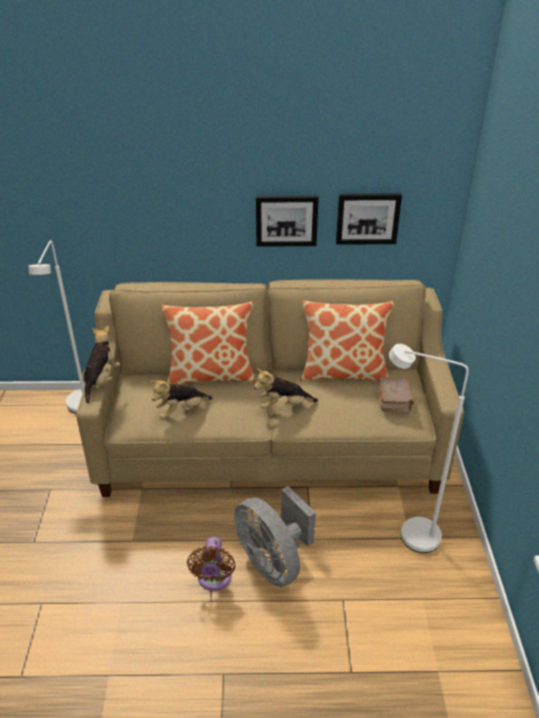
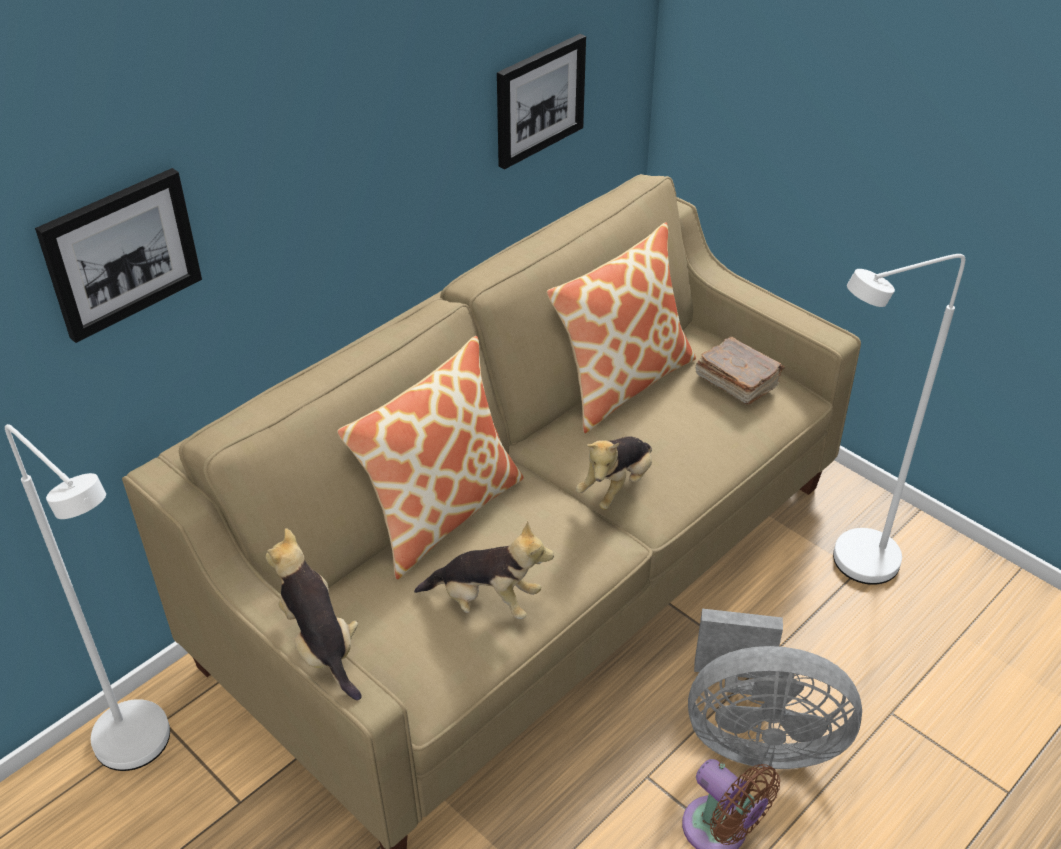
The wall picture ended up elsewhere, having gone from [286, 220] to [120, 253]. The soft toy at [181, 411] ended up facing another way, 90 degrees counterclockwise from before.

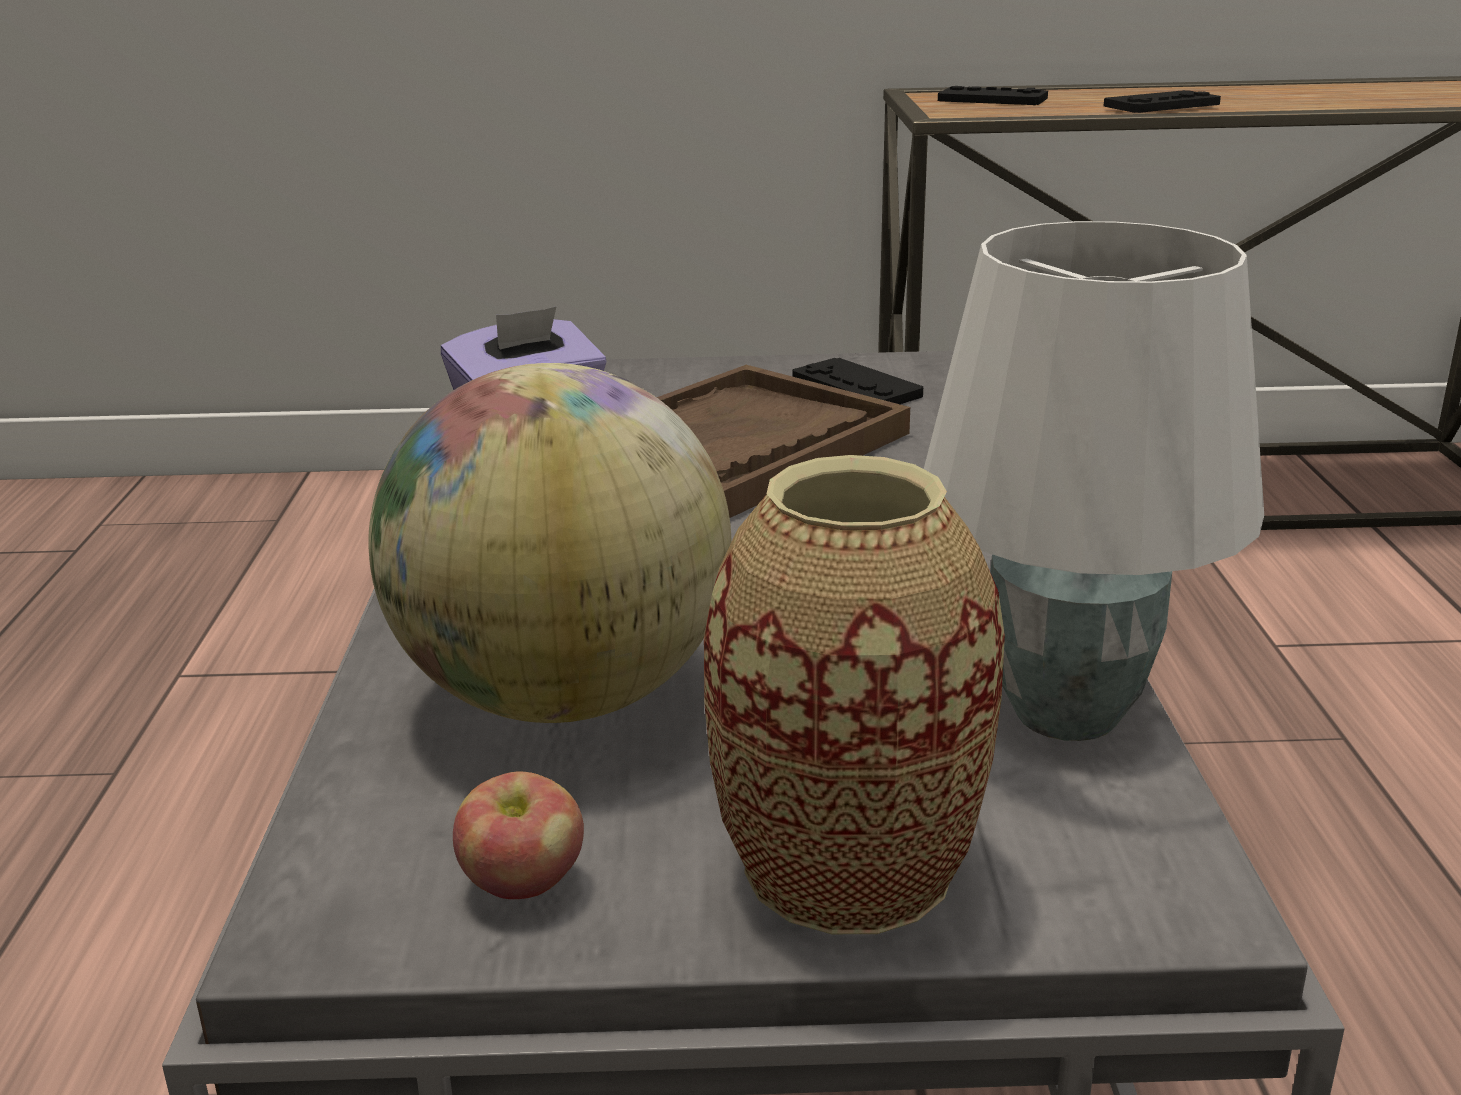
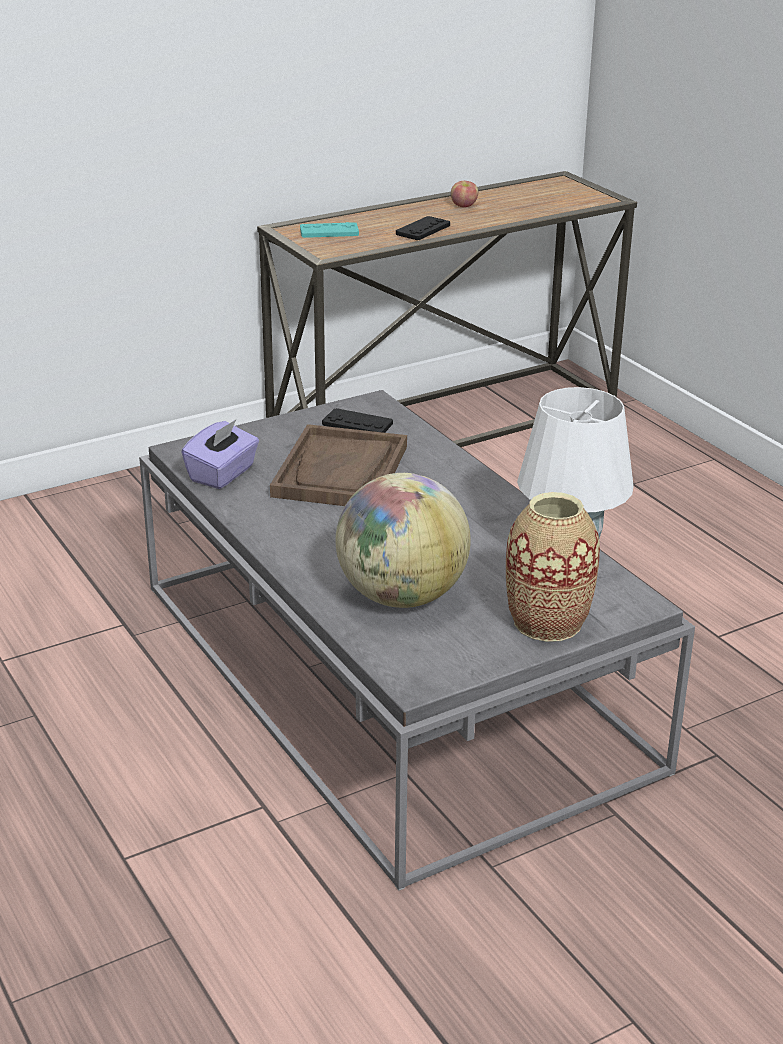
What was the blackish joypad at [992, 99] turned into the blue-green joypad at [329, 232]. The apple fruit ended up elsewhere, having gone from [523, 883] to [464, 206].

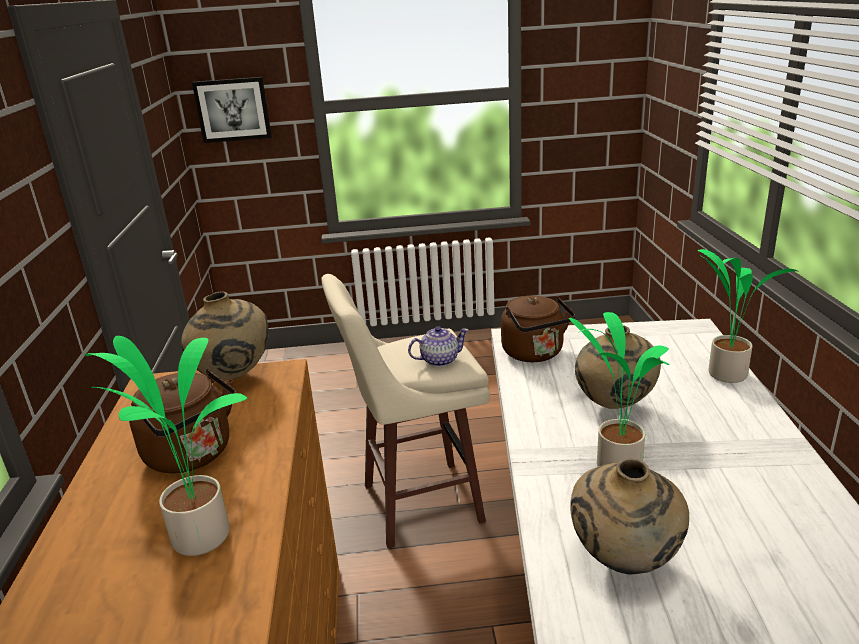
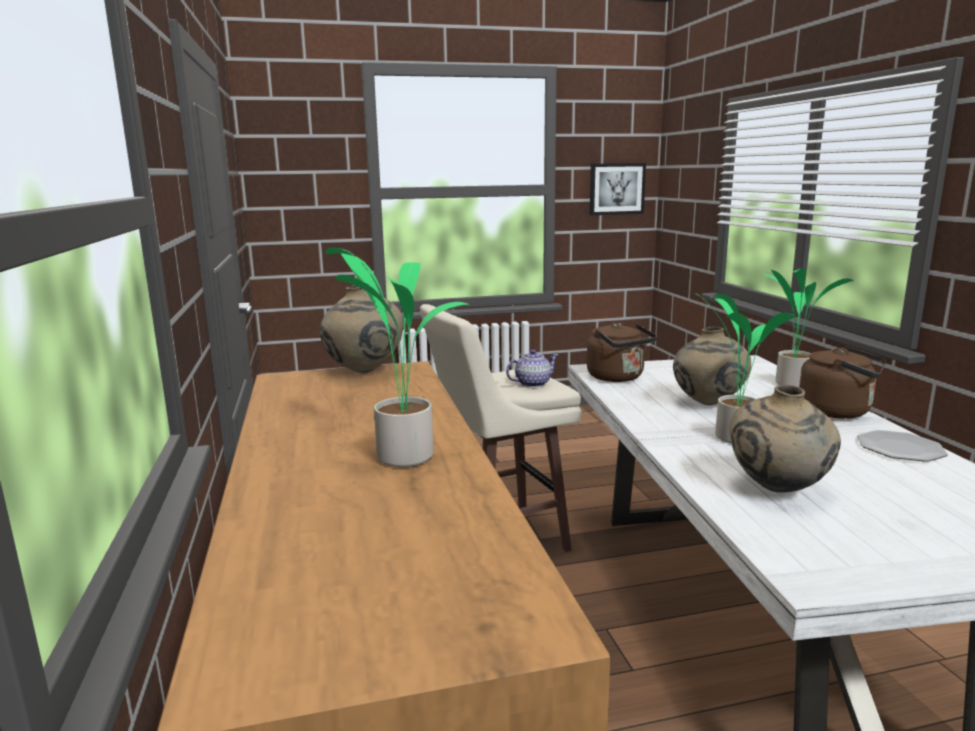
The wall picture ended up elsewhere, having gone from [233, 109] to [616, 189]. The brown-coloured water kettle ended up elsewhere, having gone from [193, 455] to [839, 411]. The second view gained the flat dish at [900, 448].

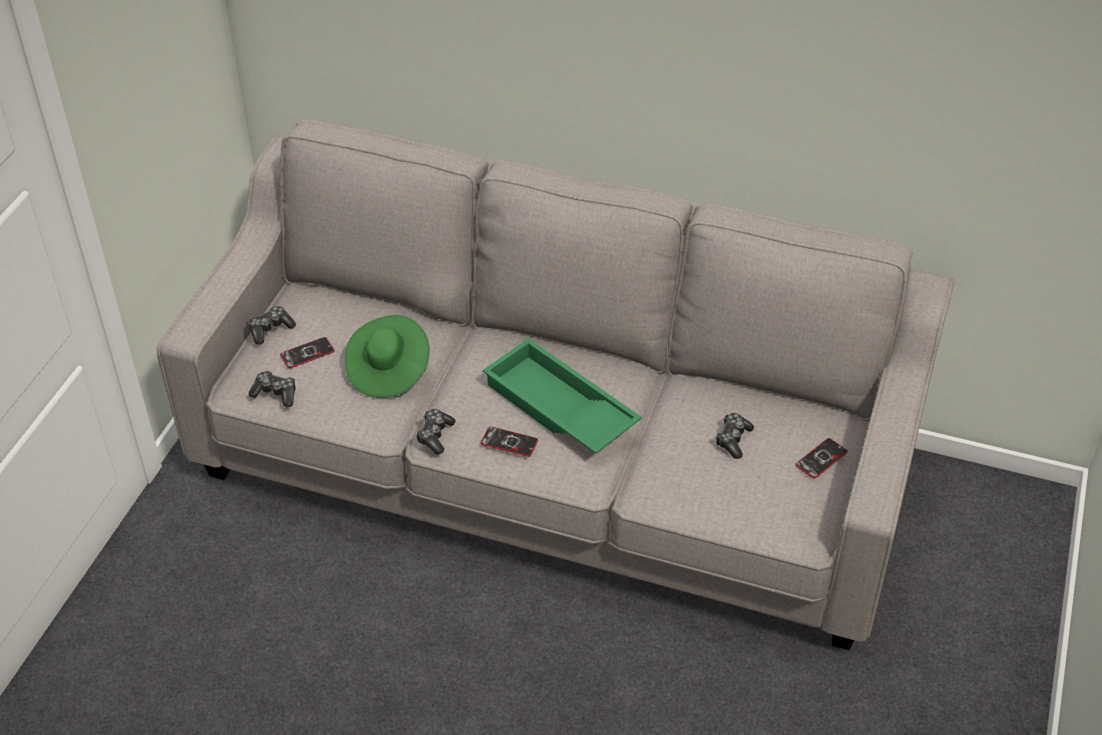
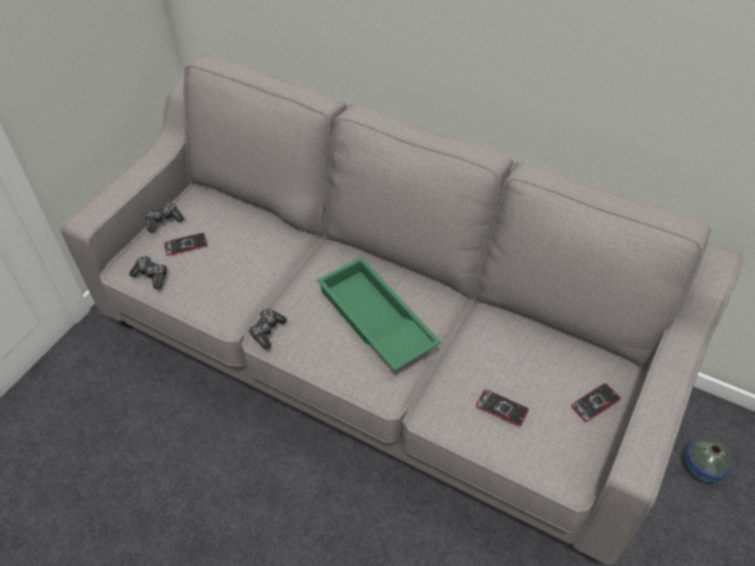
The second view lost the green-coloured clothing hat at [388, 371]. The second view lost the joypad at [733, 440]. The handset ended up elsewhere, having gone from [509, 442] to [502, 408]. The second view gained the decorative vase at [702, 467].

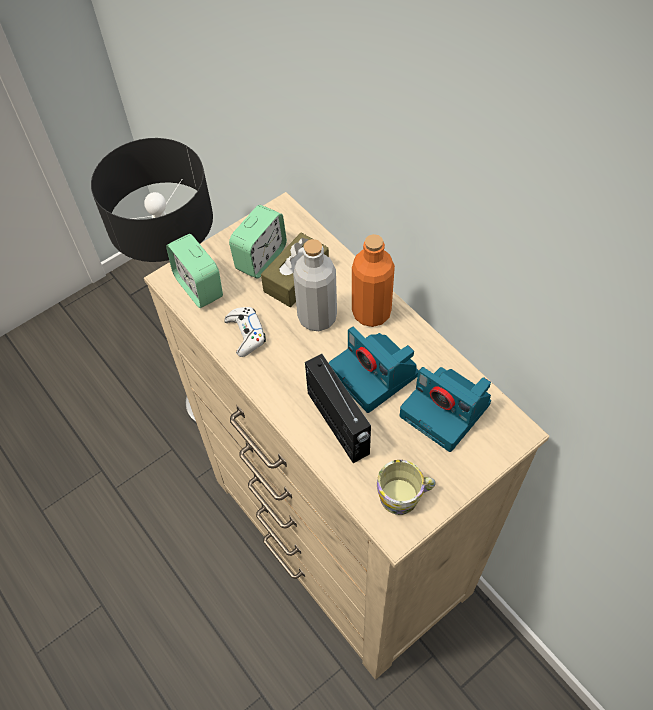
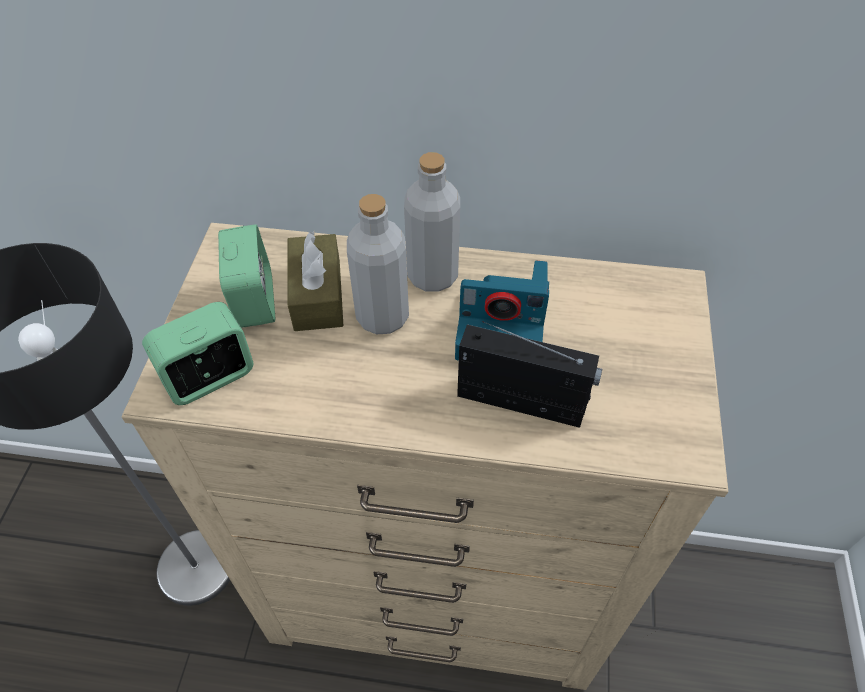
The table clock at [199, 287] ended up facing another way, 135 degrees clockwise from before. What was the orange-coloured drink bottle at [371, 312] turned into the greyish drink bottle at [432, 275]. The second view lost the white-coloured joypad at [246, 334]. The second view lost the photo camera at [447, 411]. The second view lost the coffee mug at [405, 496].

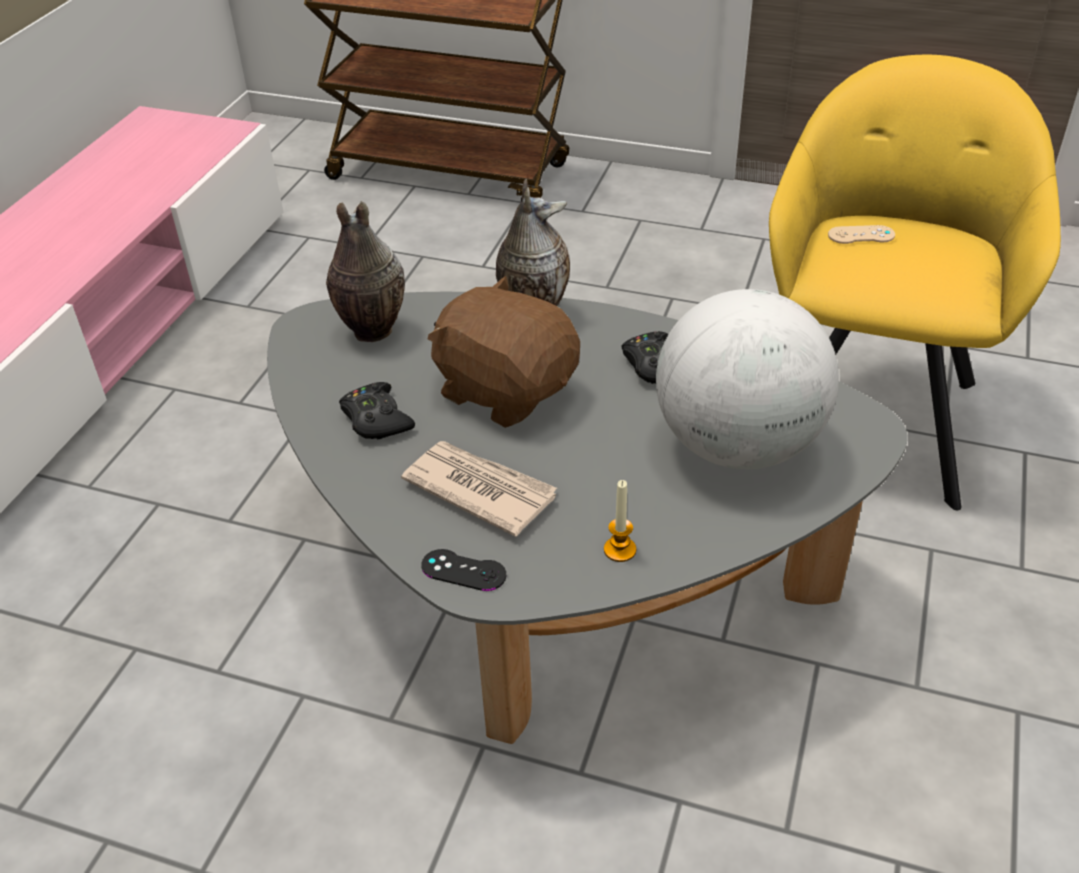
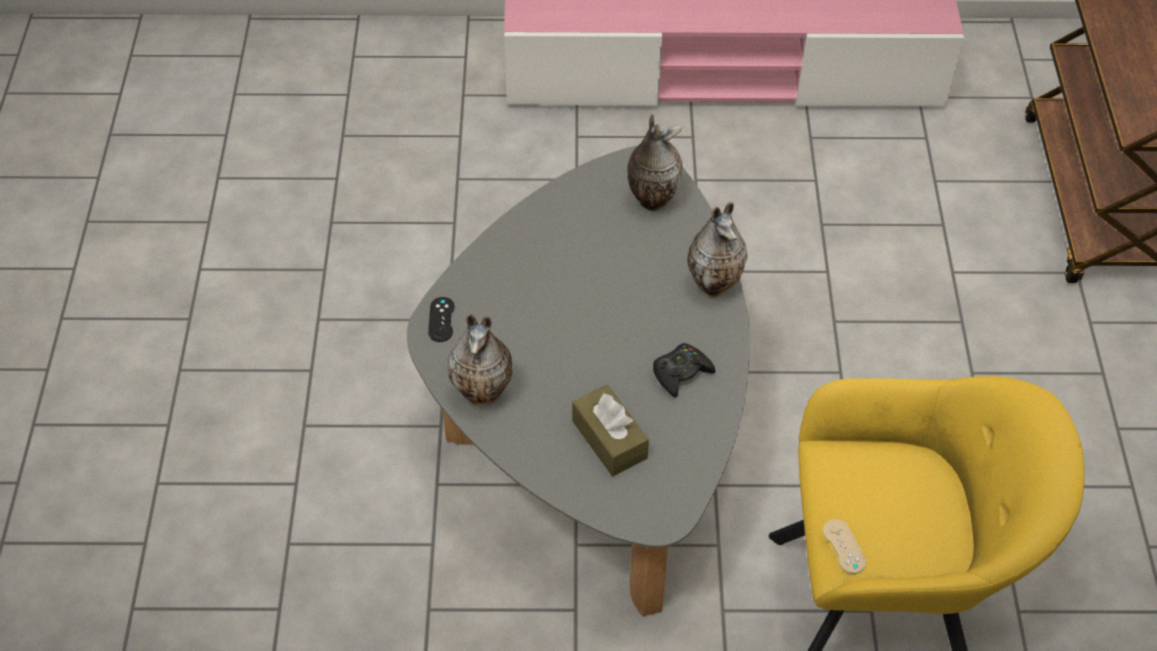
The beige joypad ended up elsewhere, having gone from [861, 235] to [844, 546]. The second view lost the brown-coloured soft toy at [506, 390]. Where the desk globe stood at [737, 446], the brown-coloured tissue holder came to stand at [609, 439]. The second view lost the blackish joypad at [376, 419]. The second view lost the daily paper at [479, 489]. Where the wax candle stood at [620, 550], the decorative vase came to stand at [484, 393].

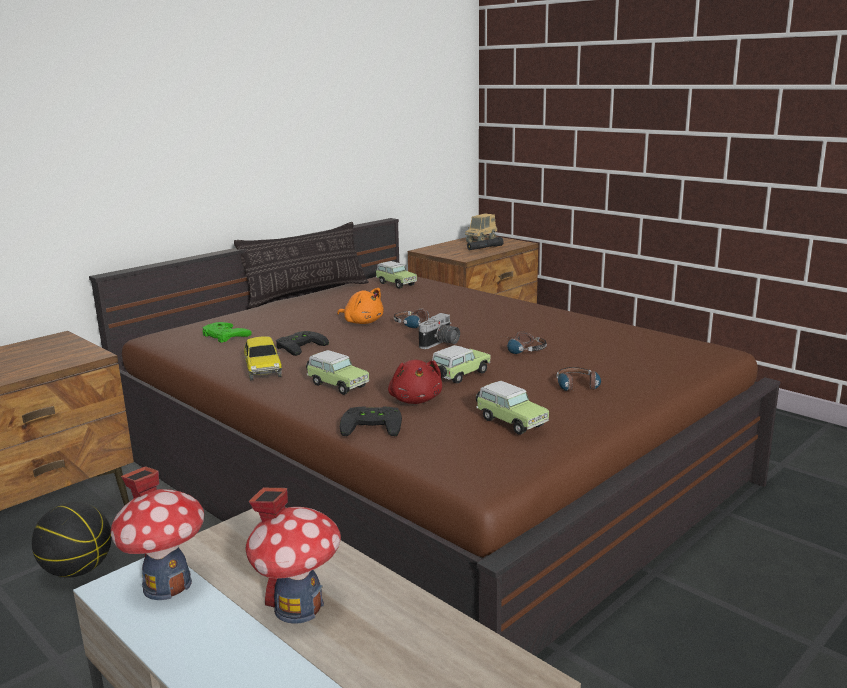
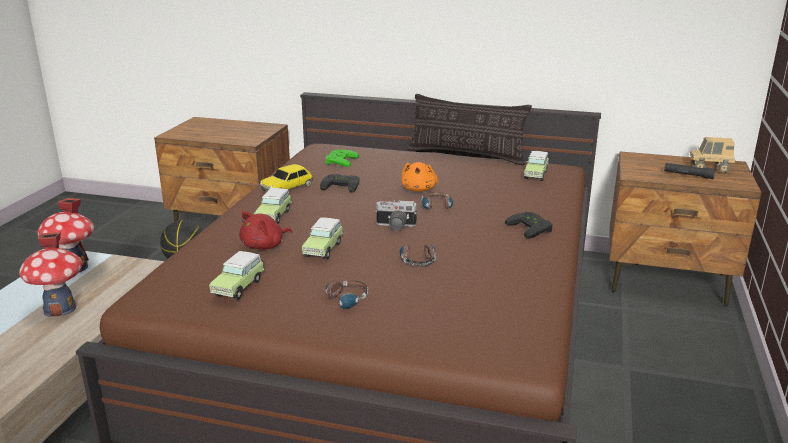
The model car at [459, 376] ended up facing another way, 90 degrees clockwise from before. The blackish joypad ended up elsewhere, having gone from [373, 425] to [532, 228].

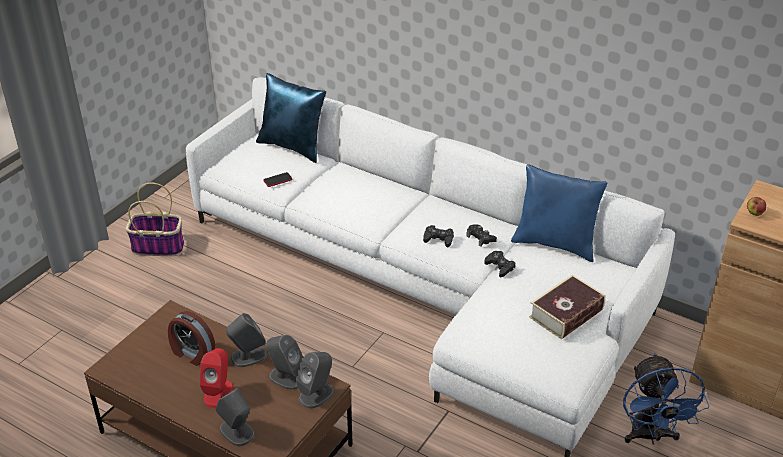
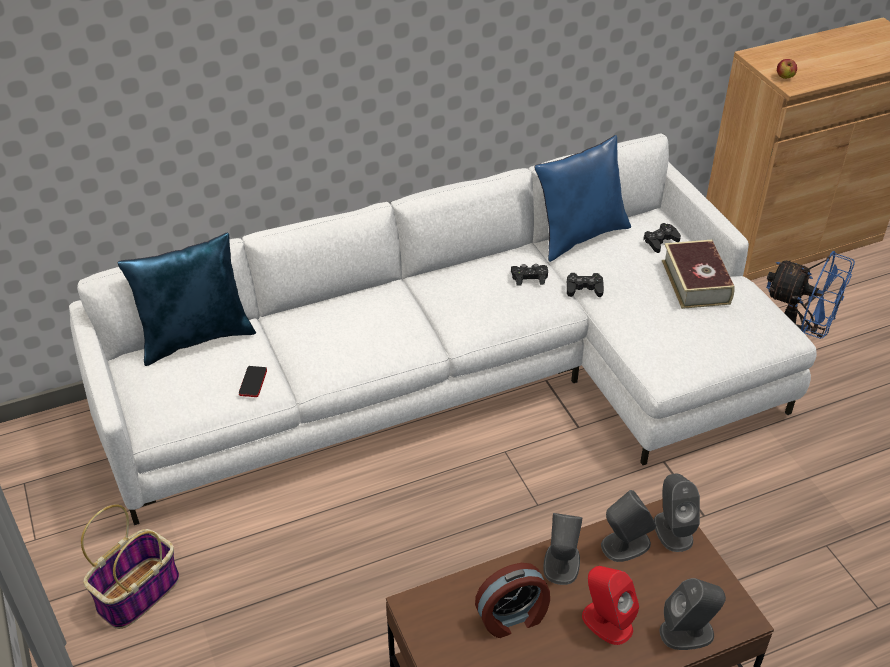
The blackish joypad ended up elsewhere, having gone from [438, 239] to [660, 241].

